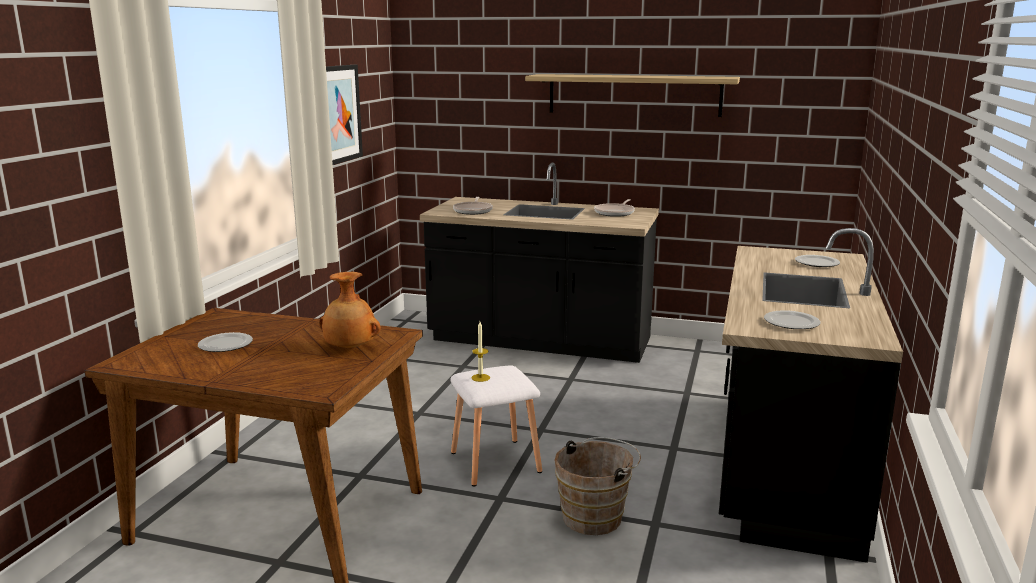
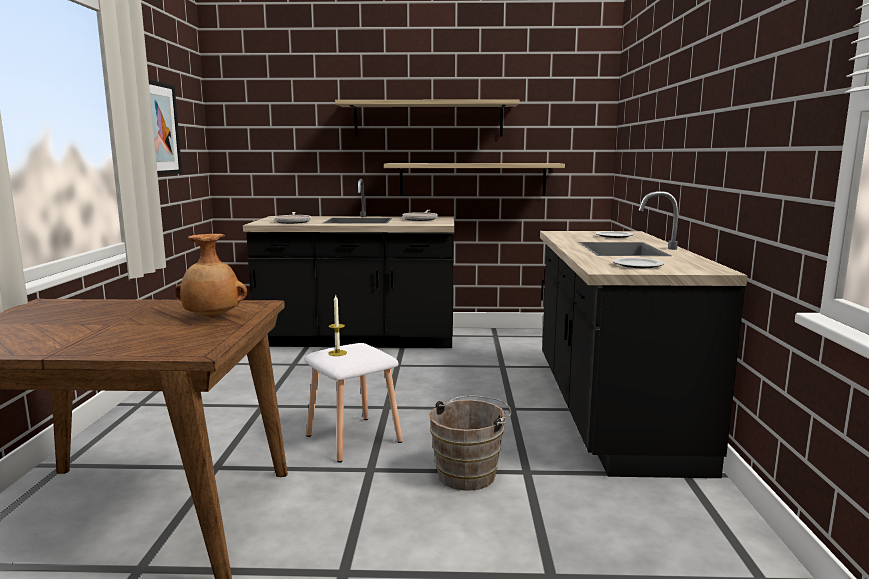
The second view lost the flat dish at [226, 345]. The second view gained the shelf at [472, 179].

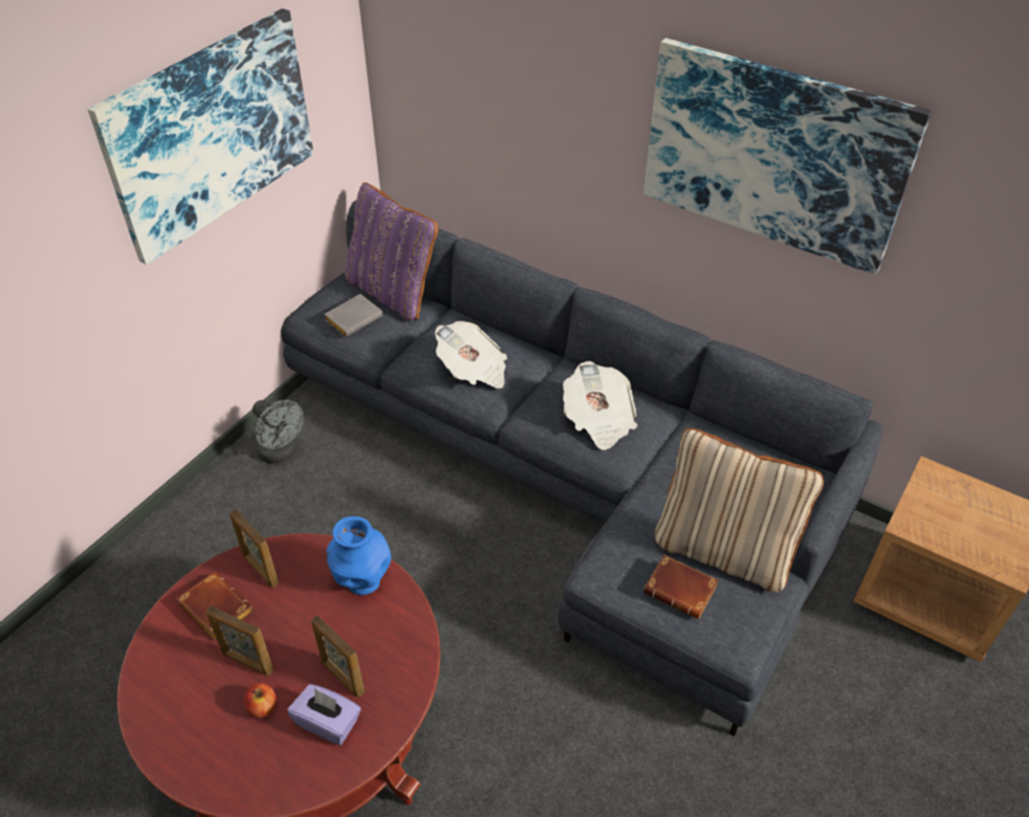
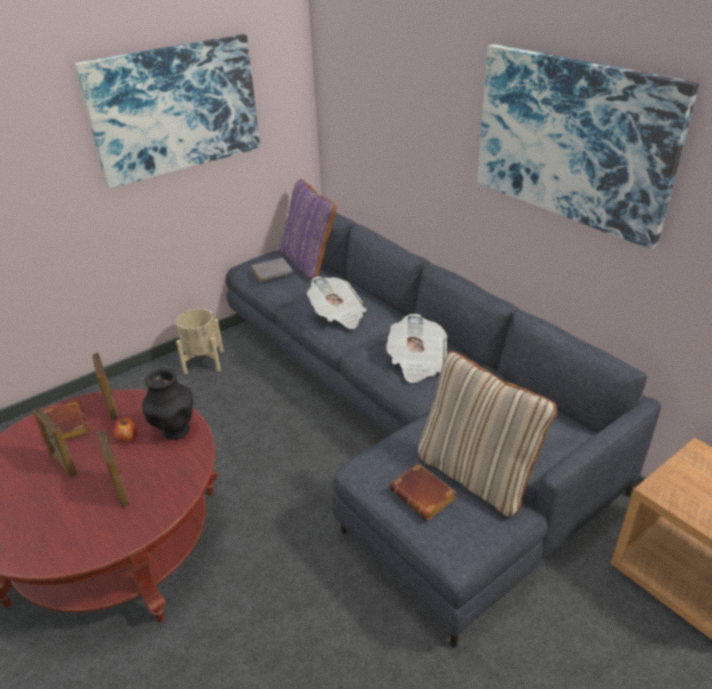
Where the greyish cooling fan stood at [281, 453], the beige planter came to stand at [203, 362]. What was the blue decorative vase at [363, 582] turned into the blackish decorative vase at [175, 431]. The apple fruit ended up elsewhere, having gone from [263, 707] to [128, 437]. The second view lost the purplish tissue holder at [328, 723].

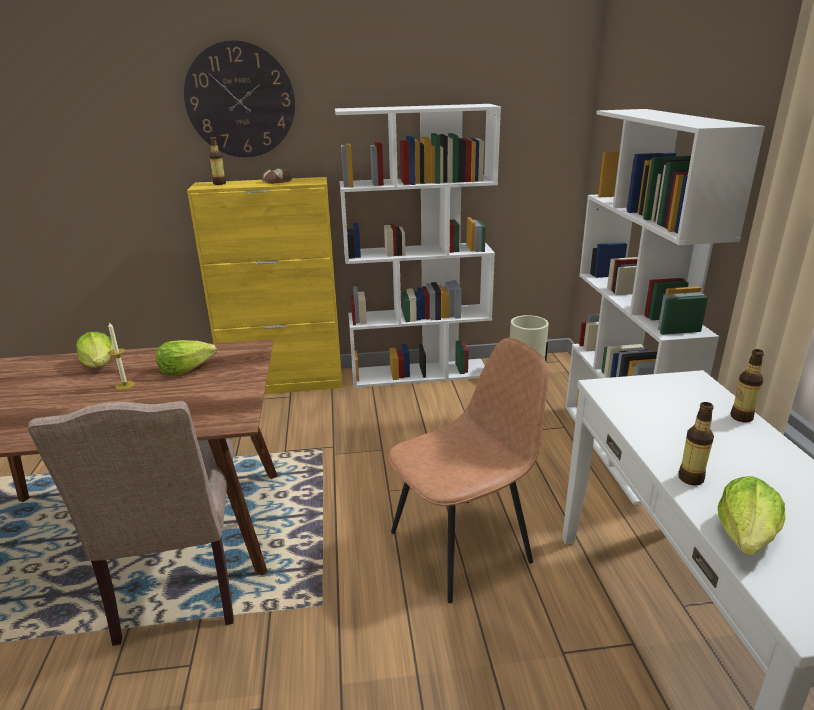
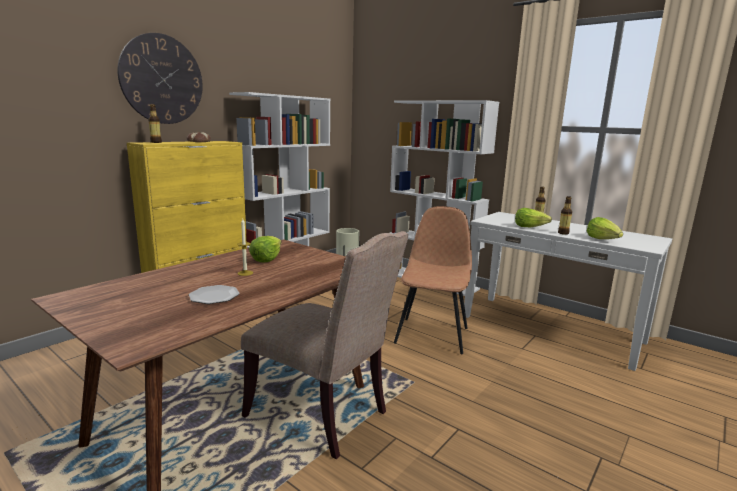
The head of lettuce ended up elsewhere, having gone from [100, 365] to [529, 227]. The second view gained the flat dish at [214, 296].

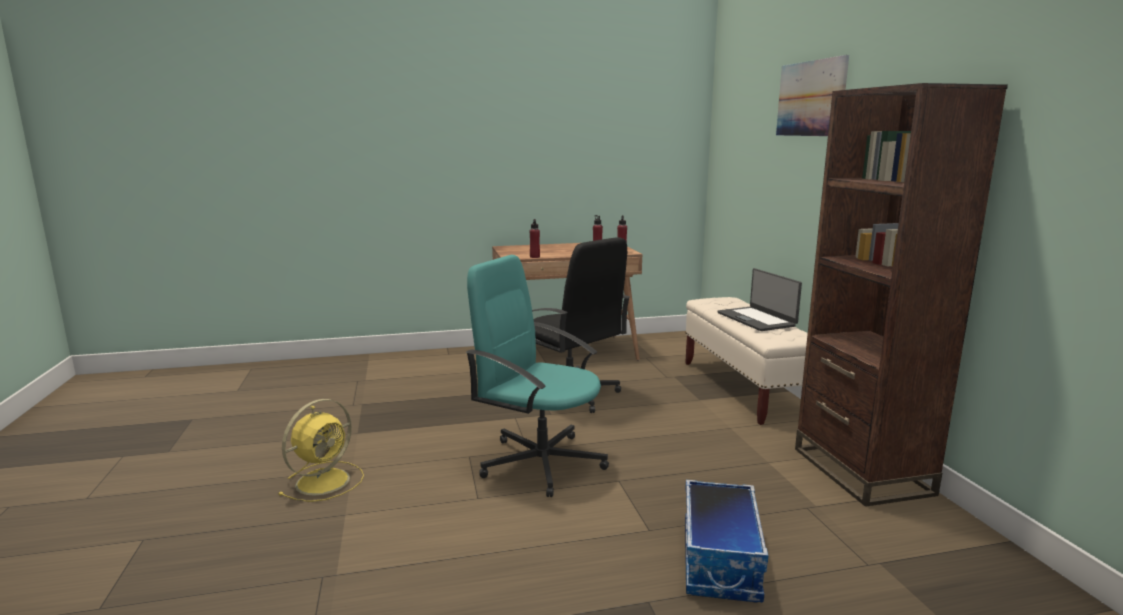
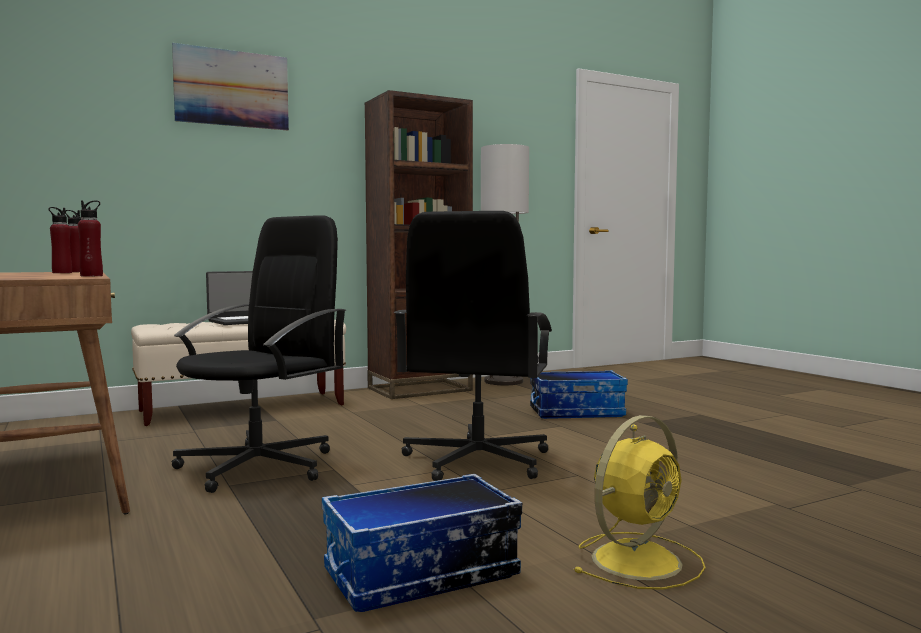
What was the blue-green computer chair at [540, 462] turned into the blackish computer chair at [476, 461]. The yellowish cooling fan at [325, 480] ended up facing another way, 120 degrees clockwise from before. The second view gained the standard lamp at [503, 381]. The second view gained the storage bin at [421, 575].

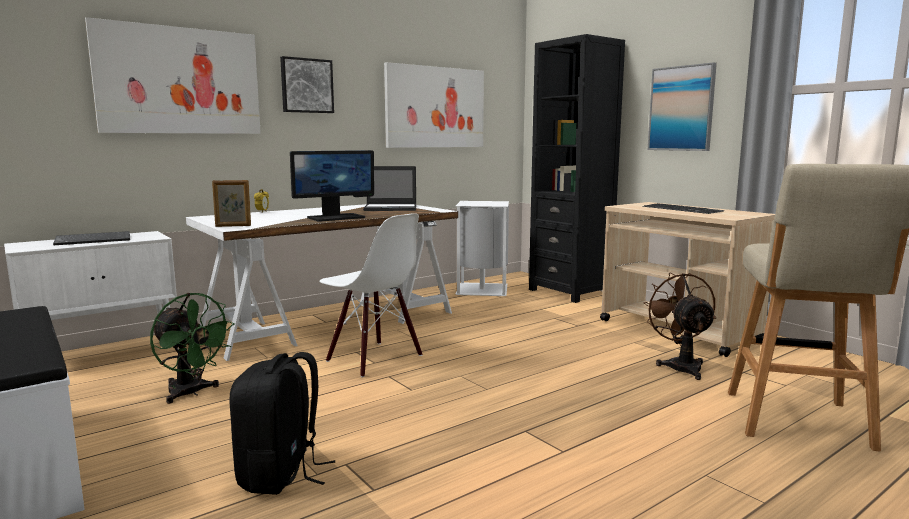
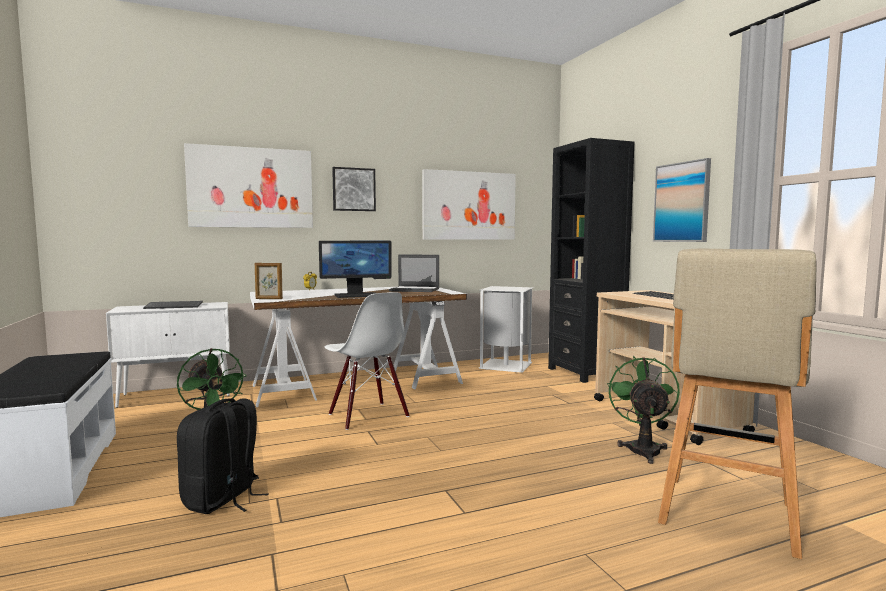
What was the brown-coloured cooling fan at [681, 365] turned into the green-coloured cooling fan at [642, 448].

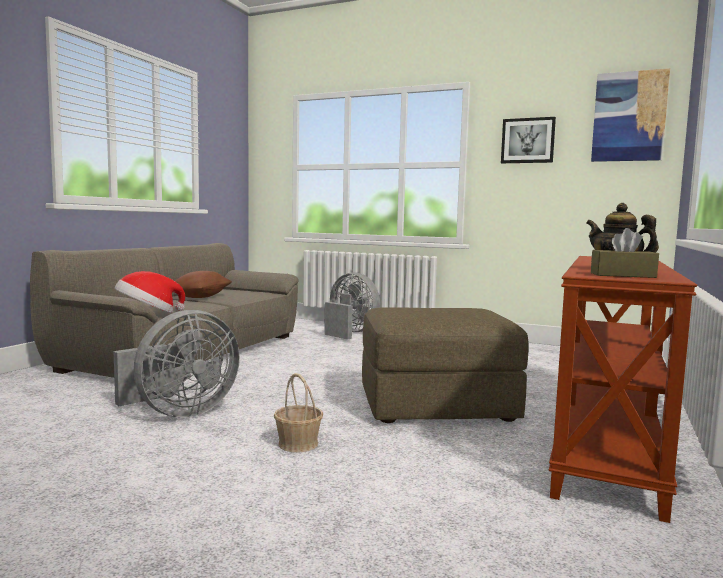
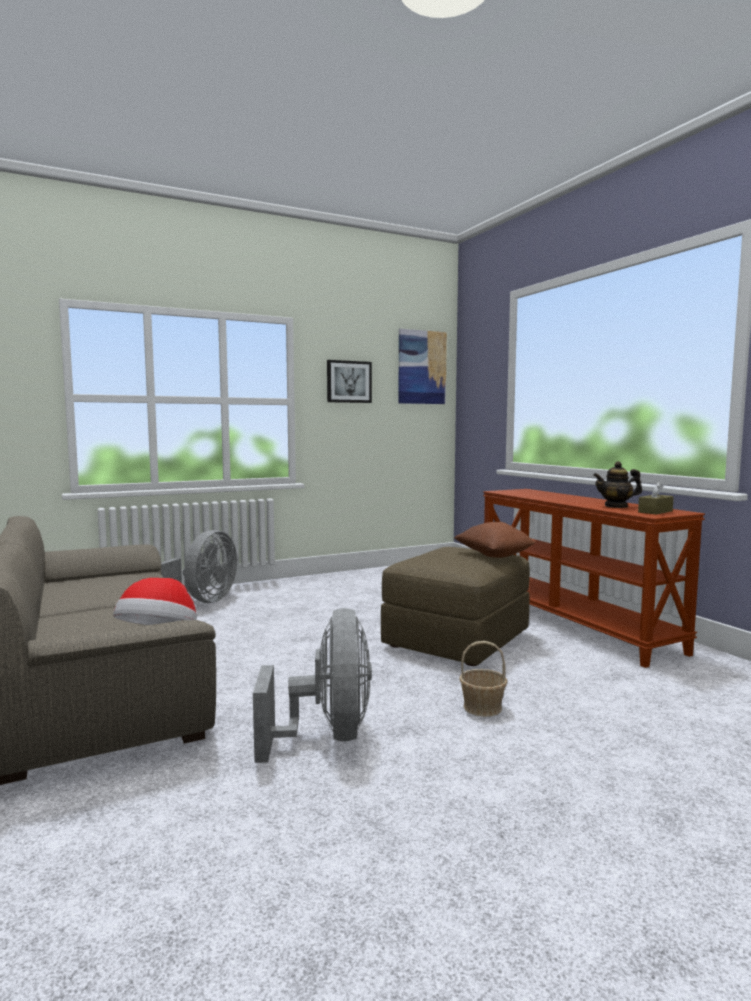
The brown-coloured cushion ended up elsewhere, having gone from [199, 297] to [494, 555]. The greyish cooling fan at [349, 333] ended up facing another way, 120 degrees clockwise from before.

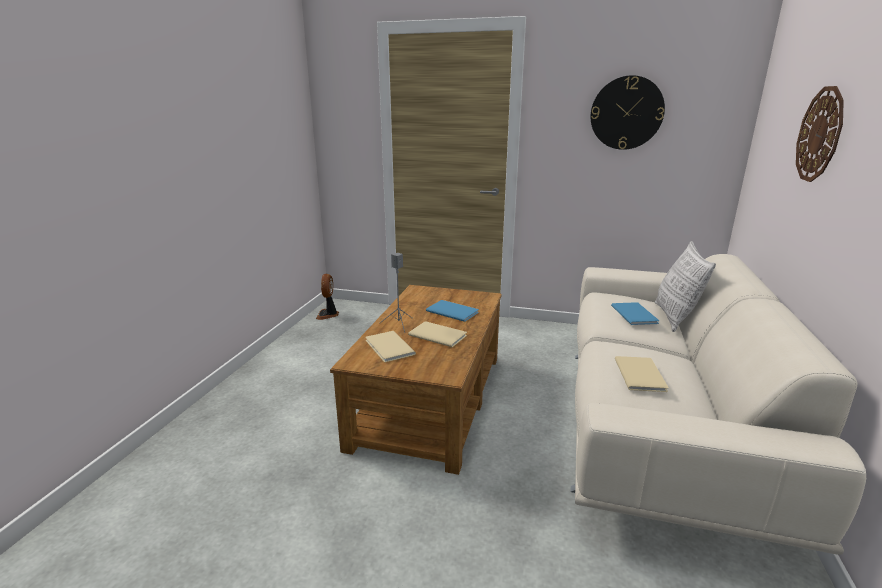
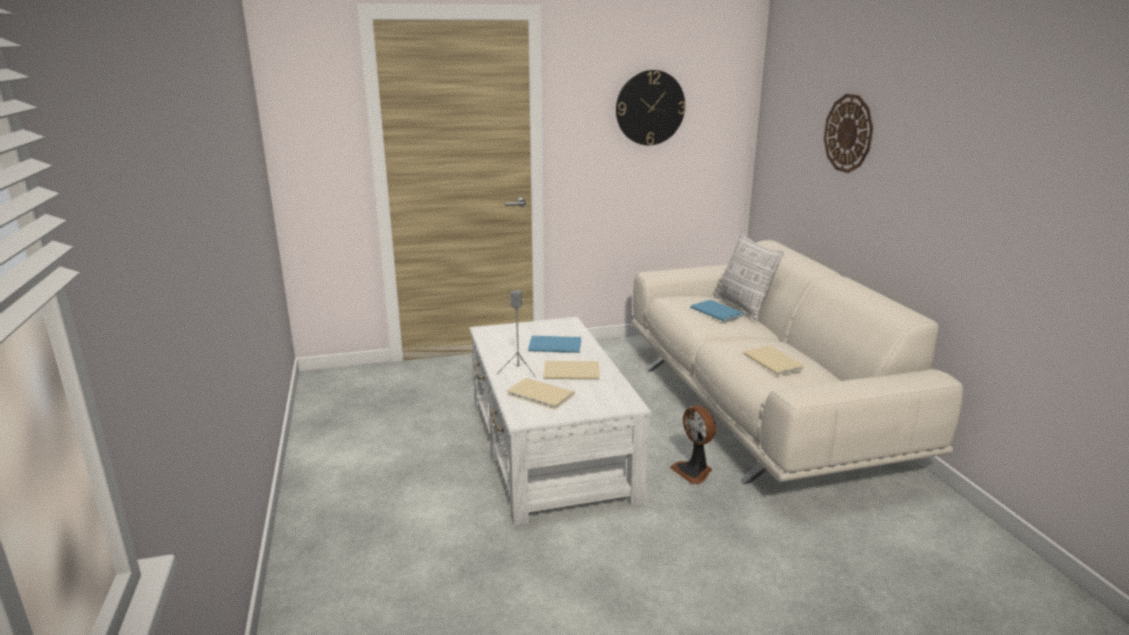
The cooling fan ended up elsewhere, having gone from [328, 315] to [693, 471]. What was the brown-coloured low table at [429, 399] turned into the white-coloured low table at [549, 449].

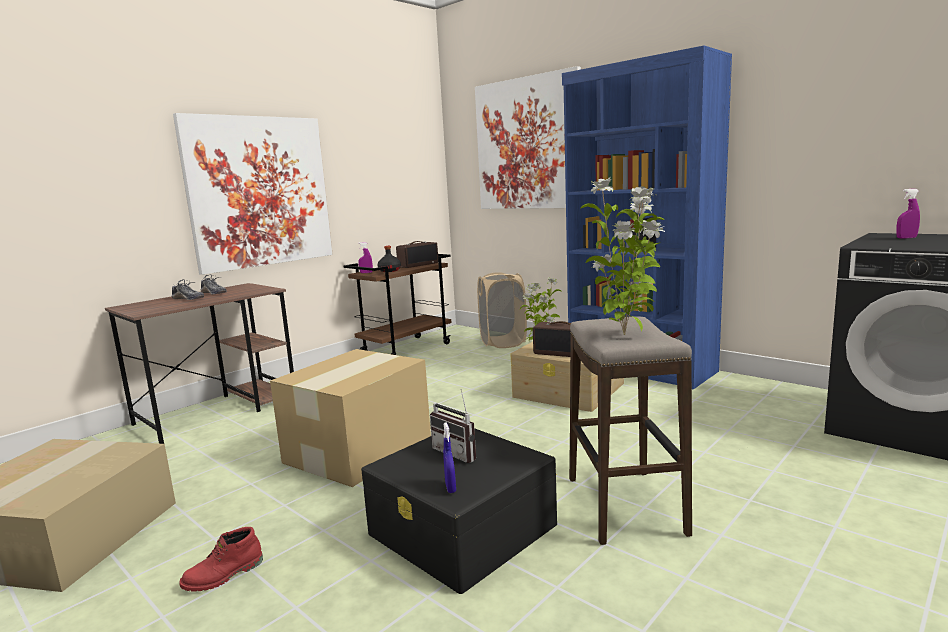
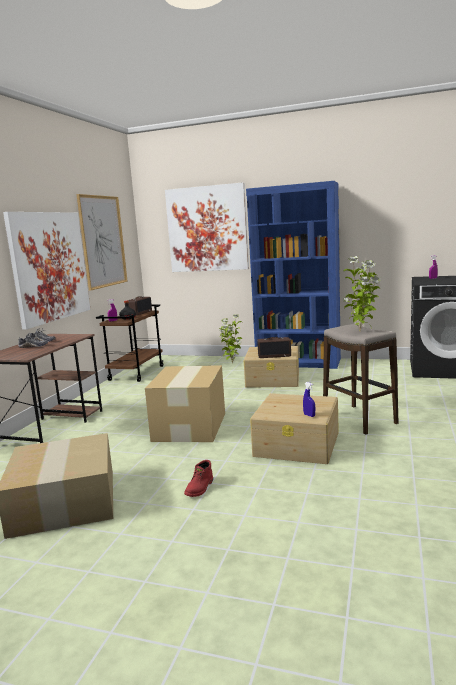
The second view lost the beige hamper at [502, 342]. The second view lost the radio receiver at [459, 452]. What was the blackish storage bin at [463, 529] turned into the beige storage bin at [297, 444]. The second view gained the wall picture at [103, 241].

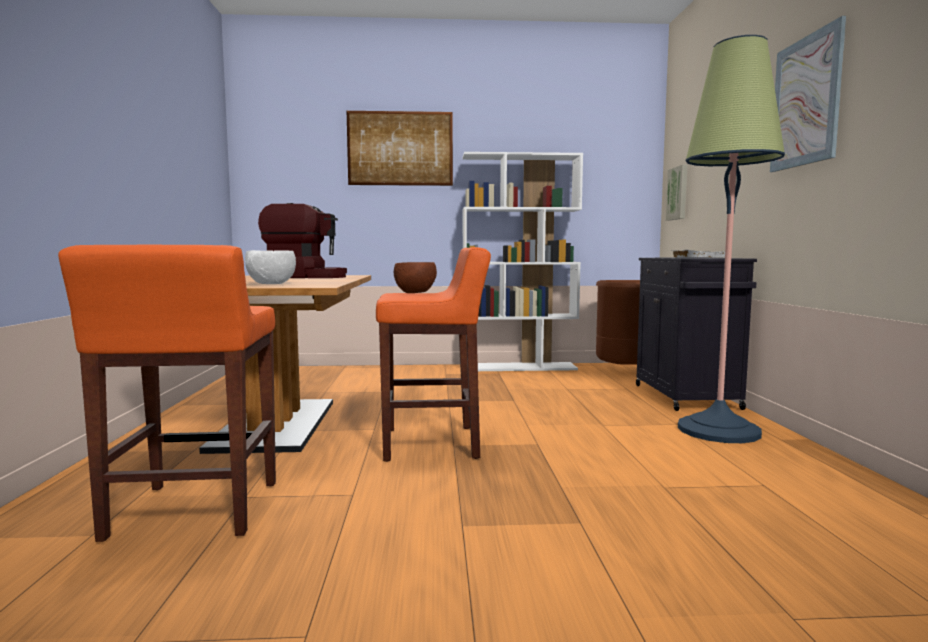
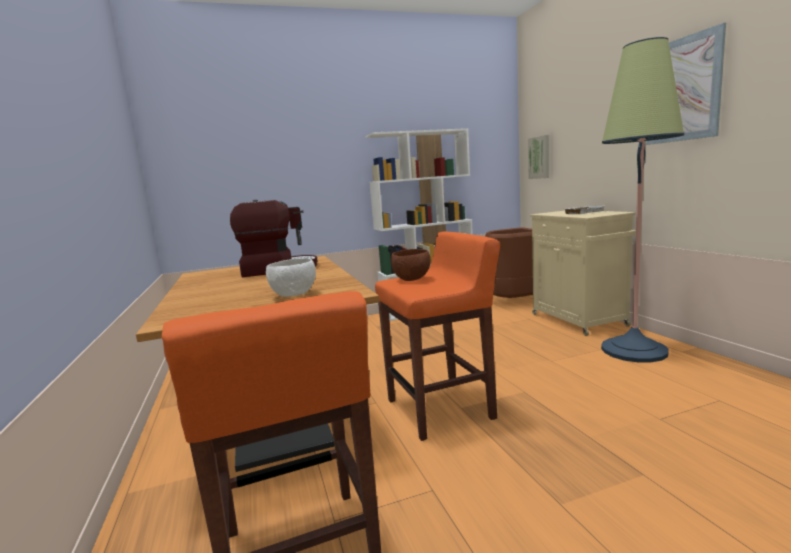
The second view lost the wall picture at [400, 148]. What was the blackish cabinet at [687, 397] turned into the beige cabinet at [579, 320].

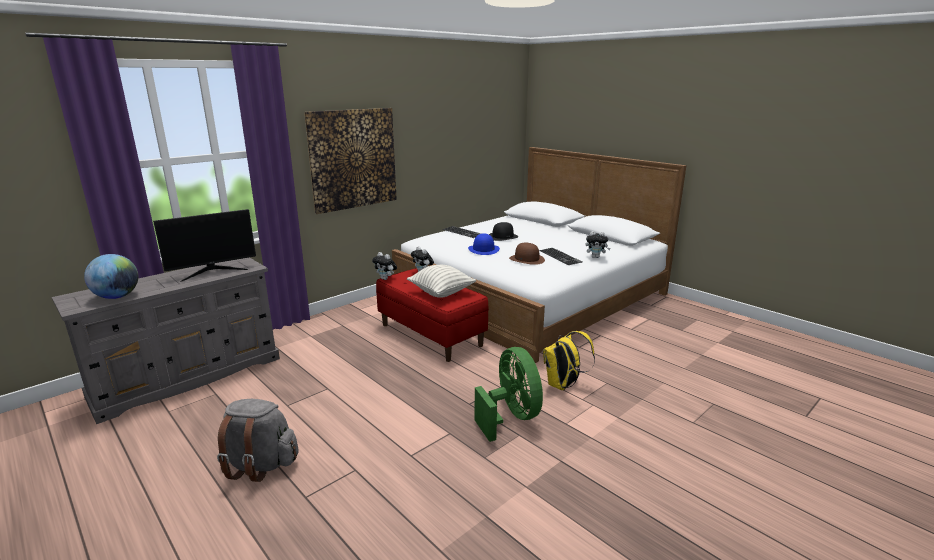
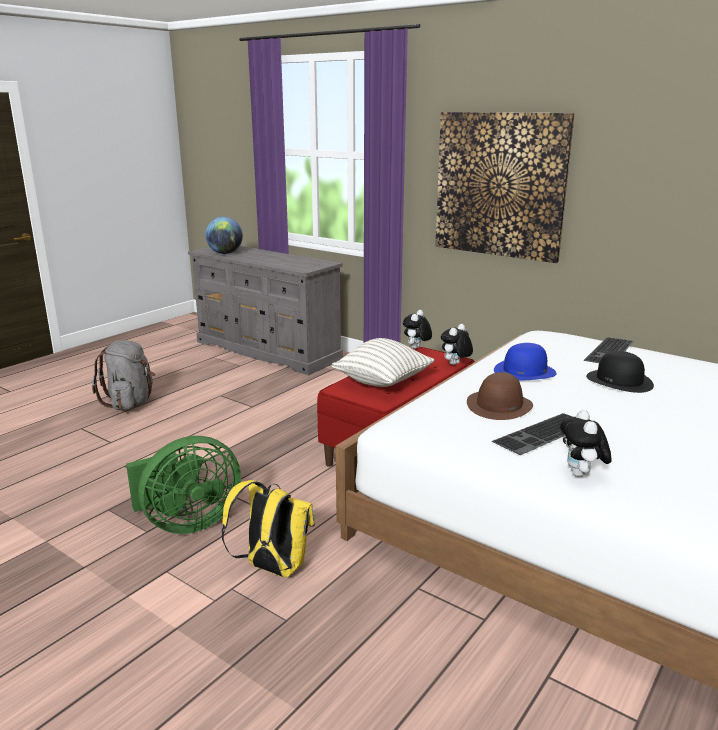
The second view lost the computer screen at [213, 271].

